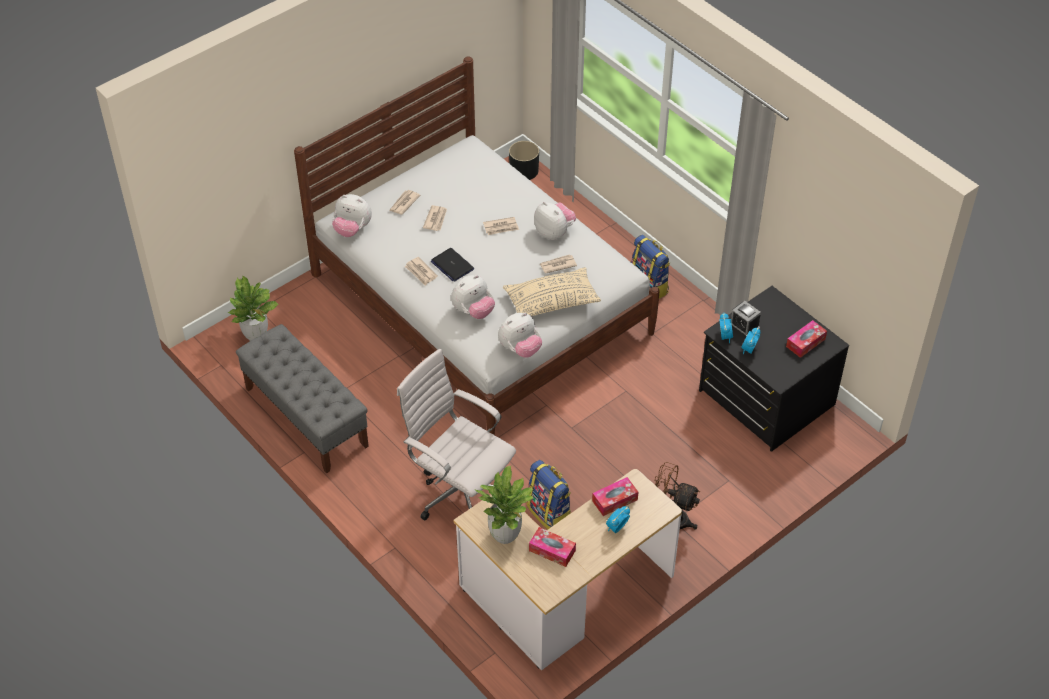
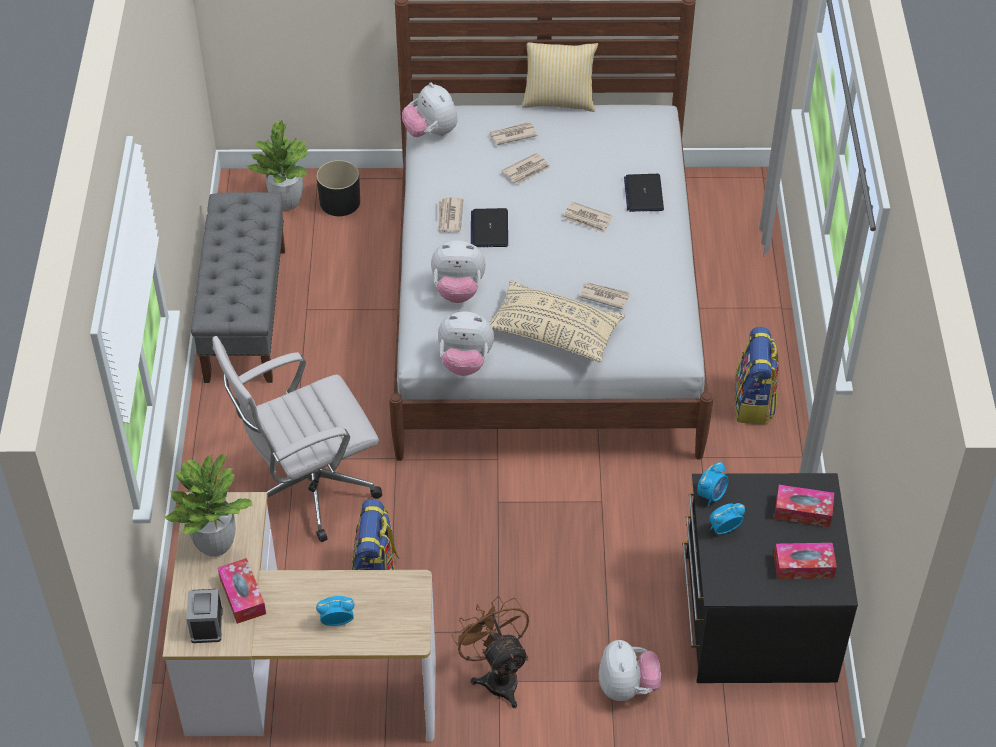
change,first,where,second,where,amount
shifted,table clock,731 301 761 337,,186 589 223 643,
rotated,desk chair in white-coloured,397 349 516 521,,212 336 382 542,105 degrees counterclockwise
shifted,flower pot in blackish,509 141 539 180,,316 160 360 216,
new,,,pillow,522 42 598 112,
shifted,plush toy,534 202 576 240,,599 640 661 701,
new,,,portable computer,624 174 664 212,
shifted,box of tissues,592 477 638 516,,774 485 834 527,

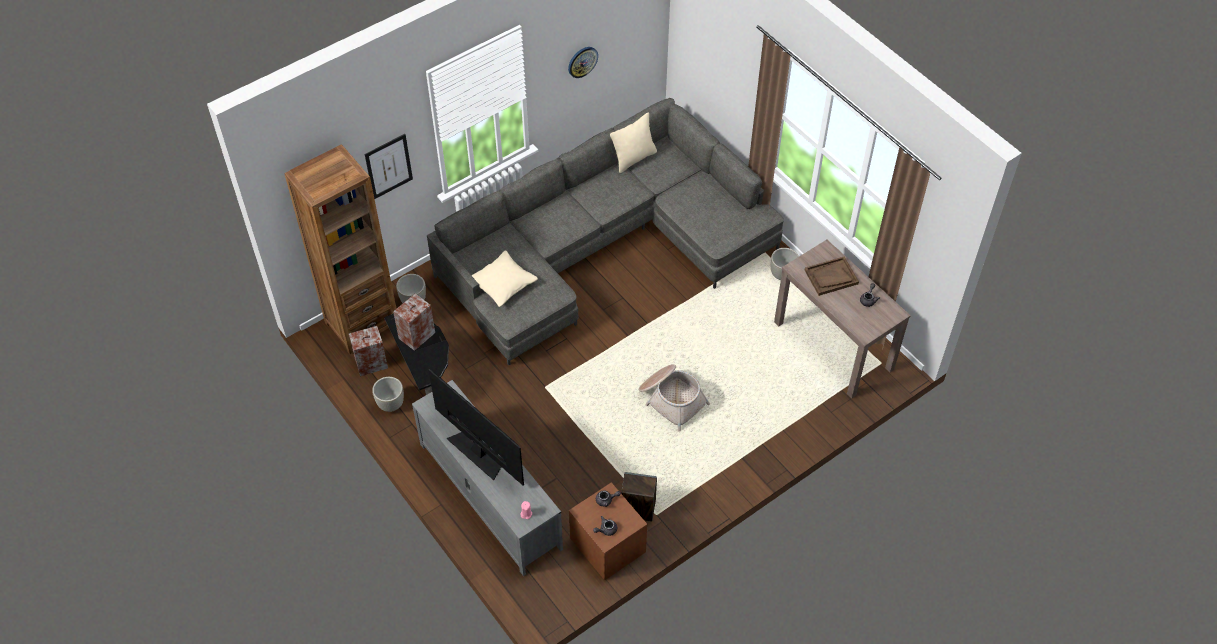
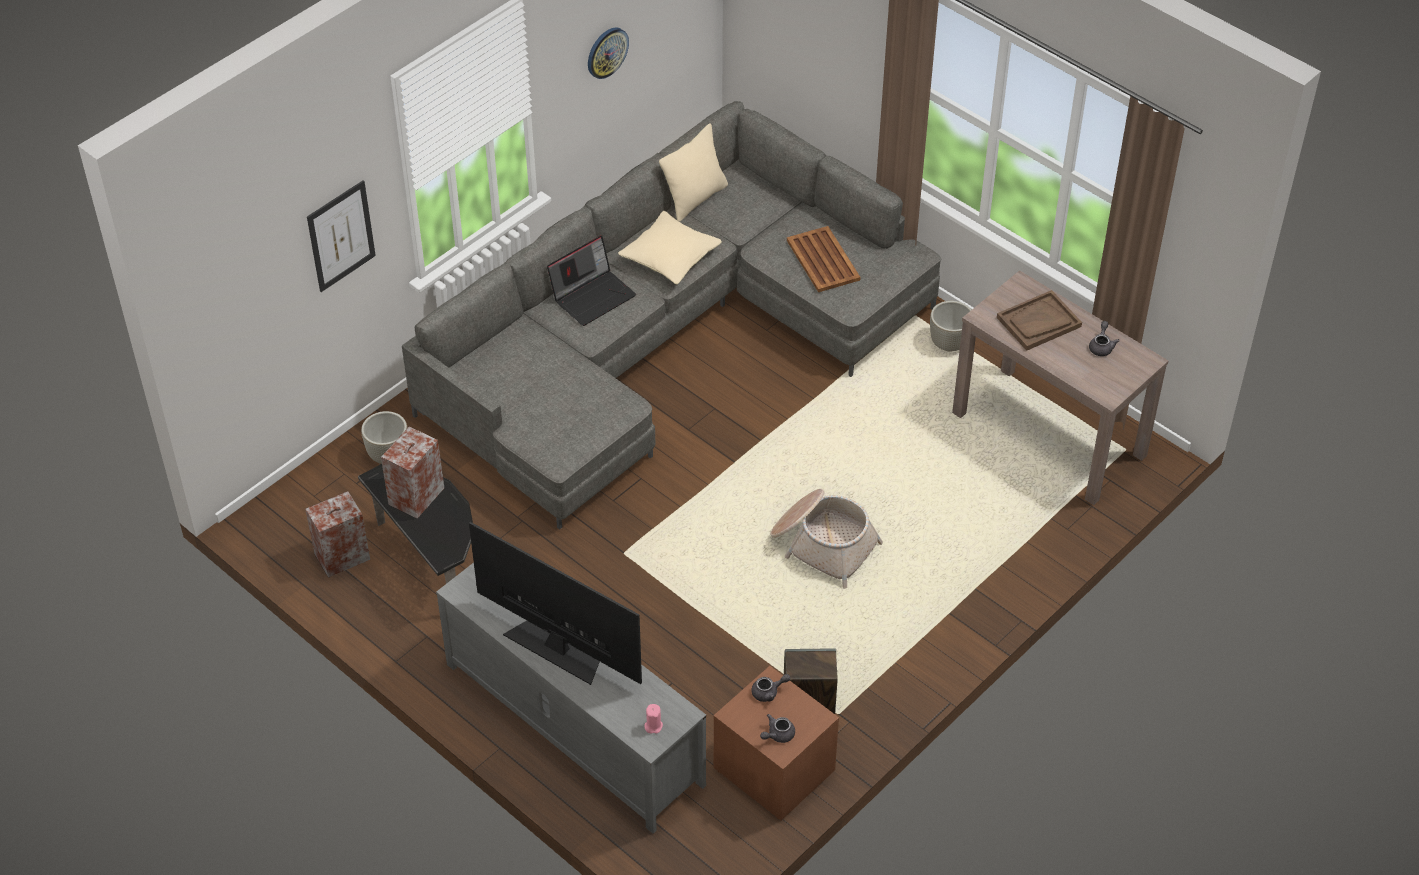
change,first,where,second,where,amount
new,,,portable computer,547 235 636 326,
shifted,pillow in sand-coloured,471 250 538 307,,618 211 722 284,
new,,,carrying tray in brown-coloured,787 226 861 292,
gone,bookcase in brown-coloured,284 144 397 354,,,
gone,flower pot in grey,372 377 404 412,,,

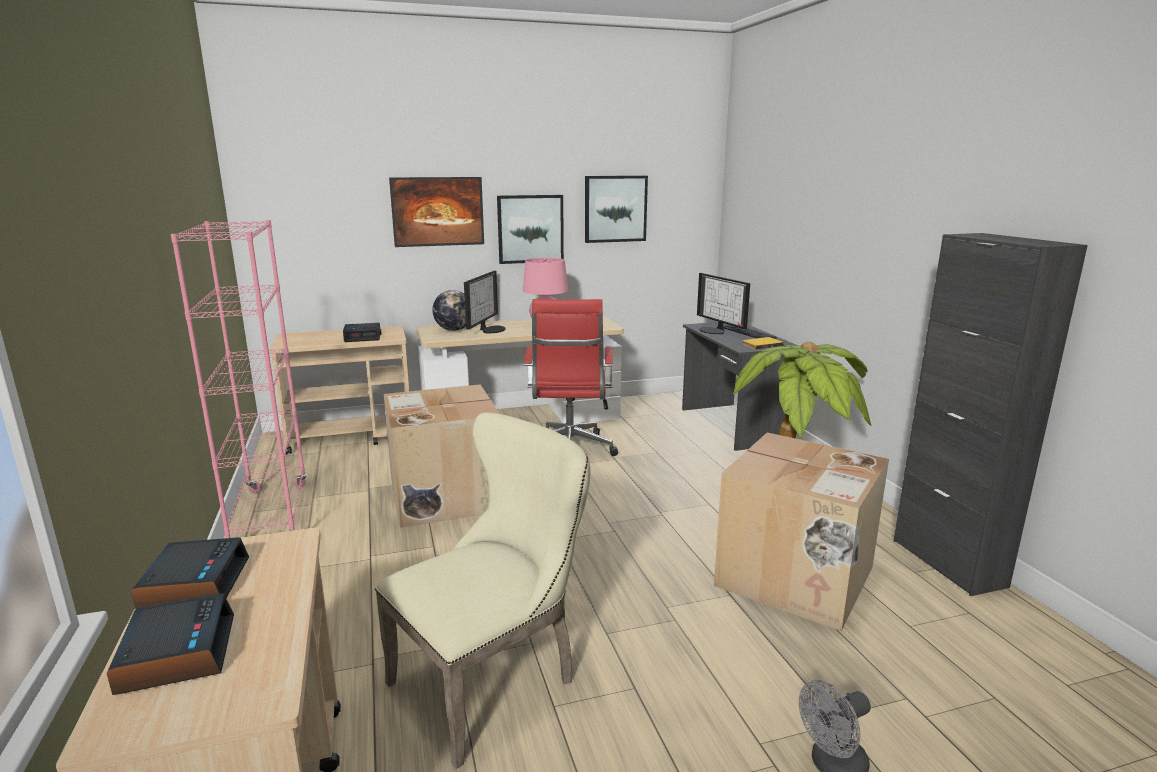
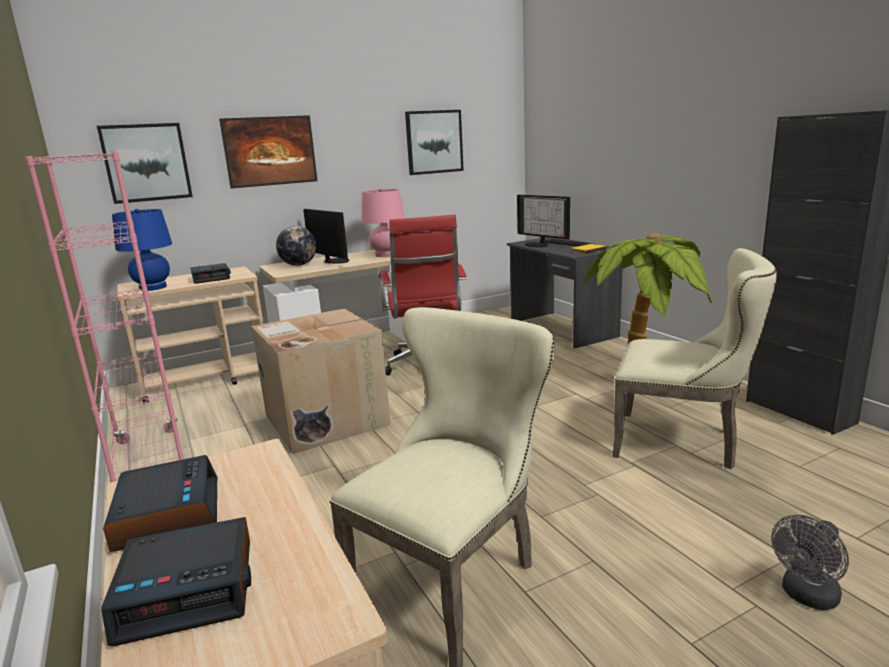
change,first,where,second,where,amount
shifted,wall picture,497 195 564 264,,97 123 193 204,
rotated,table clock,107 593 234 695,,101 517 251 646,105 degrees clockwise
new,,,table lamp in bluish,112 209 172 291,
rotated,monitor,464 271 505 333,,303 209 349 264,45 degrees counterclockwise
swapped,packing box,714 433 889 631,upright chair in sand-coloured,612 248 777 469,

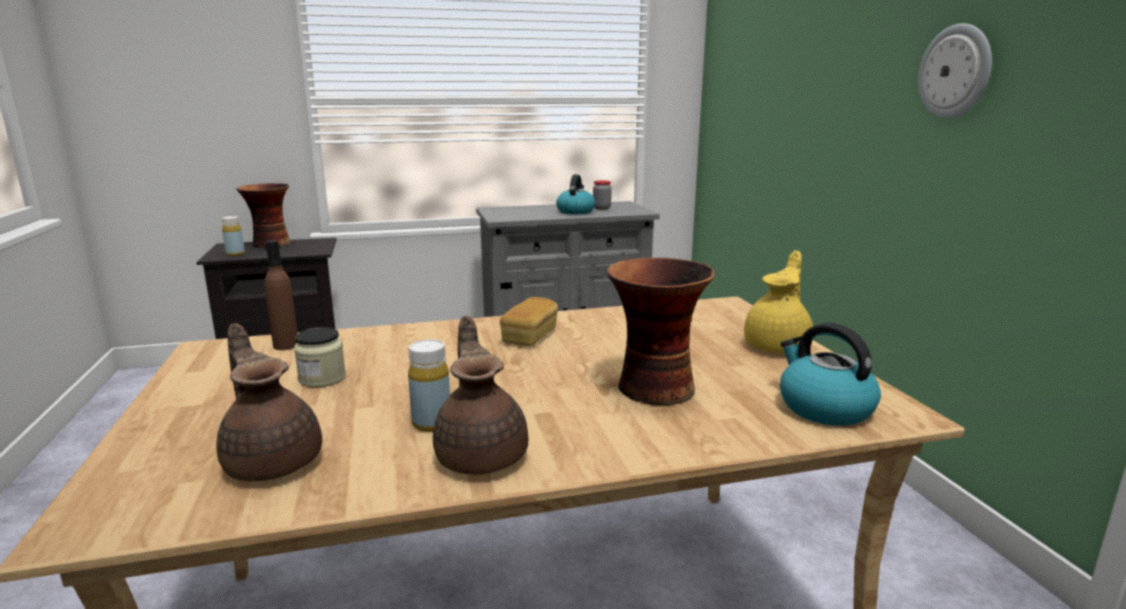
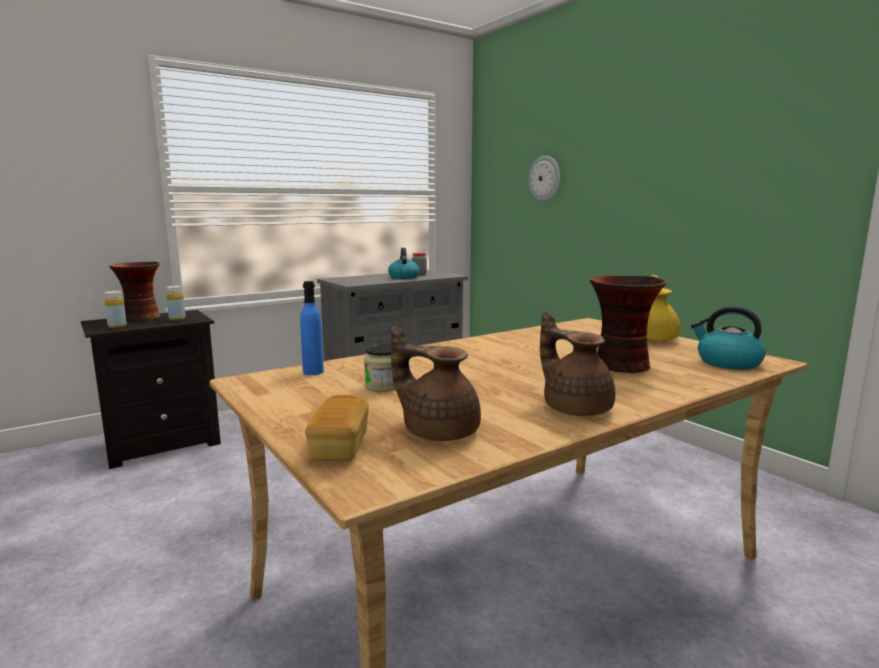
change,first,where,second,where,amount
shifted,drink bottle in yellow,408 339 450 432,,166 286 186 321,
repainted,drink bottle in brown-coloured,265 240 298 350,drink bottle in bluish,300 281 324 375,
shifted,baked bread,500 297 558 346,,305 395 369 461,
shifted,wall clock,918 23 992 119,,528 156 560 201,

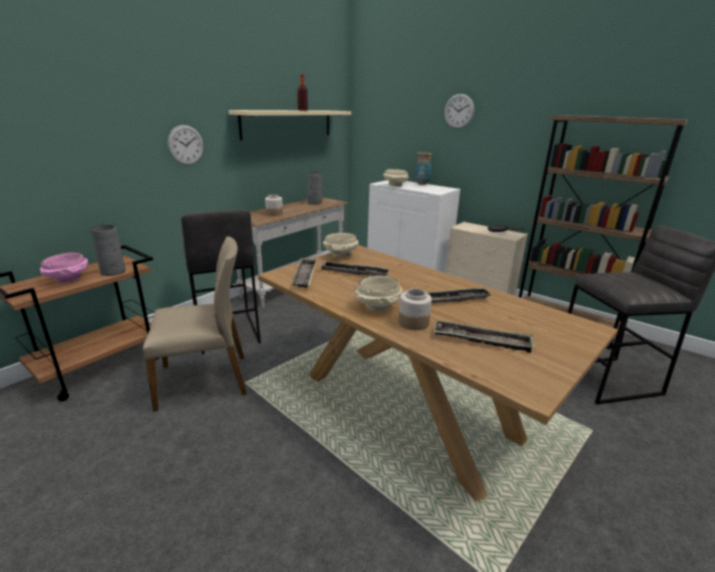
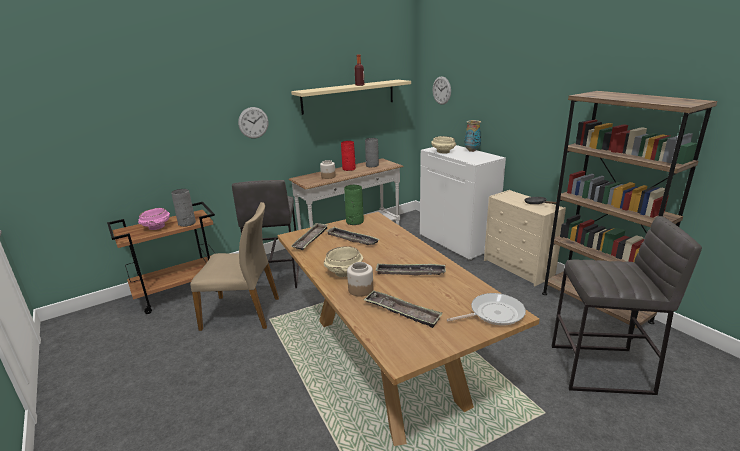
change,first,where,second,where,amount
new,,,vase in red-coloured,341 141 356 171,
swapped,bowl in sand-coloured,323 232 359 258,vase in green-coloured,344 185 364 225,
shifted,wall clock,444 94 475 129,,433 76 451 105,
new,,,skillet,447 293 526 326,

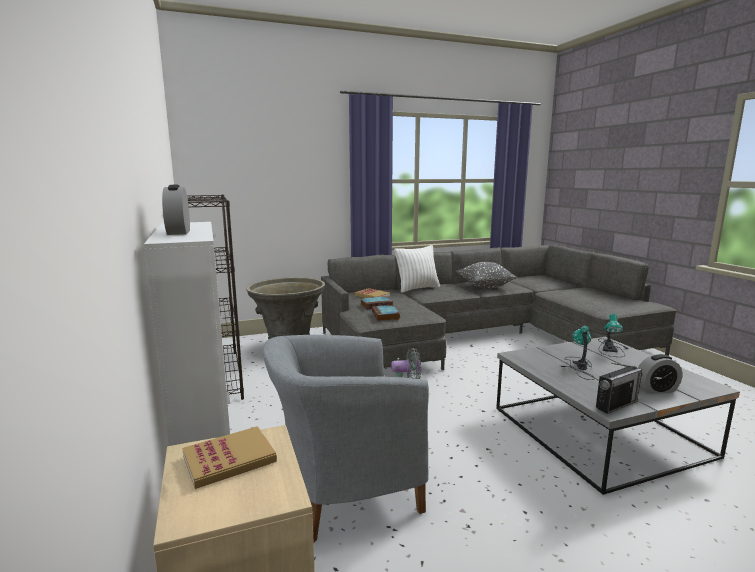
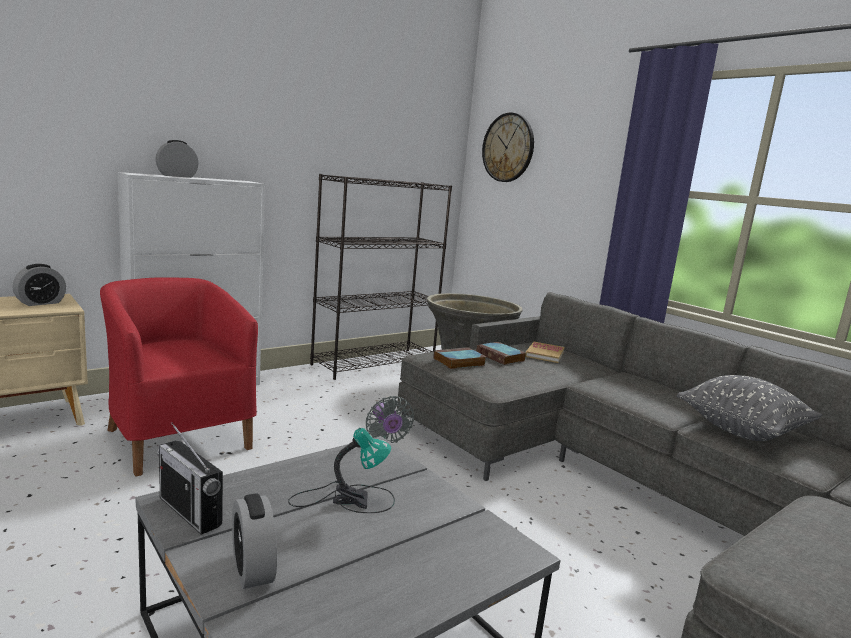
change,first,where,second,where,amount
swapped,bound book,182 426 277 489,table clock,12 264 66 306,
repainted,lounge chair in grey,263 335 429 542,lounge chair in red-coloured,100 277 258 477,
new,,,wall clock,482 112 534 182,
gone,pillow in white-coloured,394 245 440 293,,,
gone,table lamp,598 313 628 357,,,

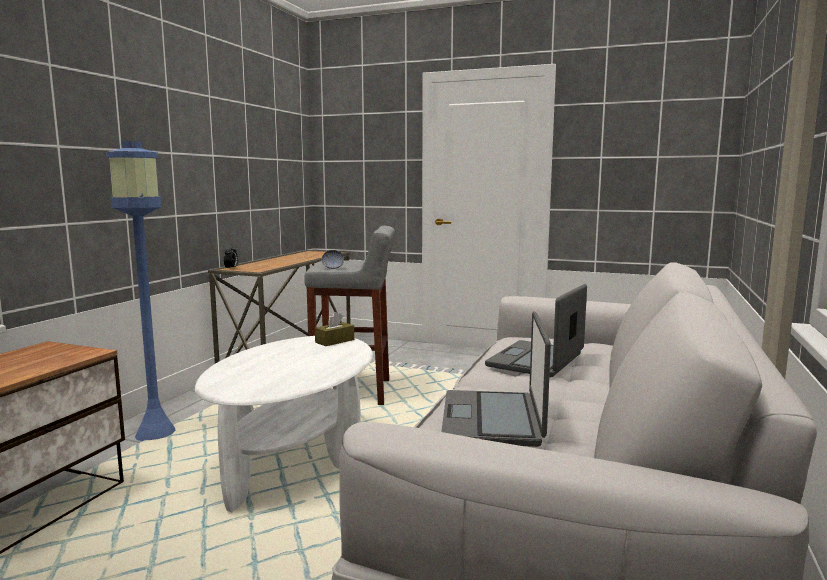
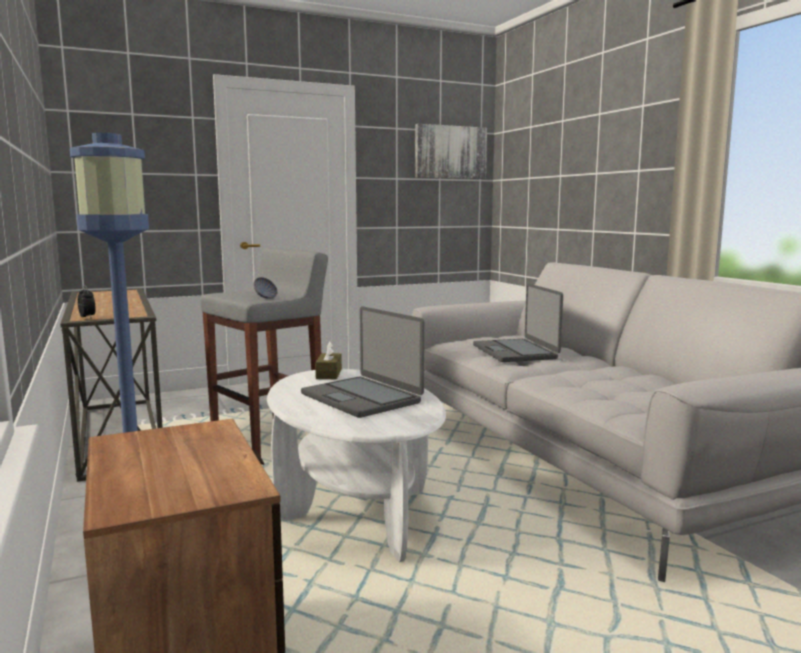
change,first,where,second,where,amount
shifted,portable computer,441 311 551 447,,301 306 424 418,
new,,,wall picture,415 124 487 179,

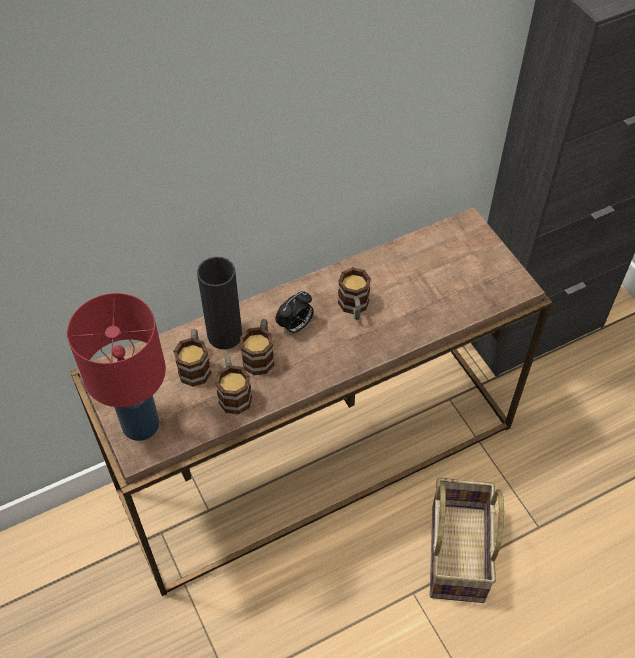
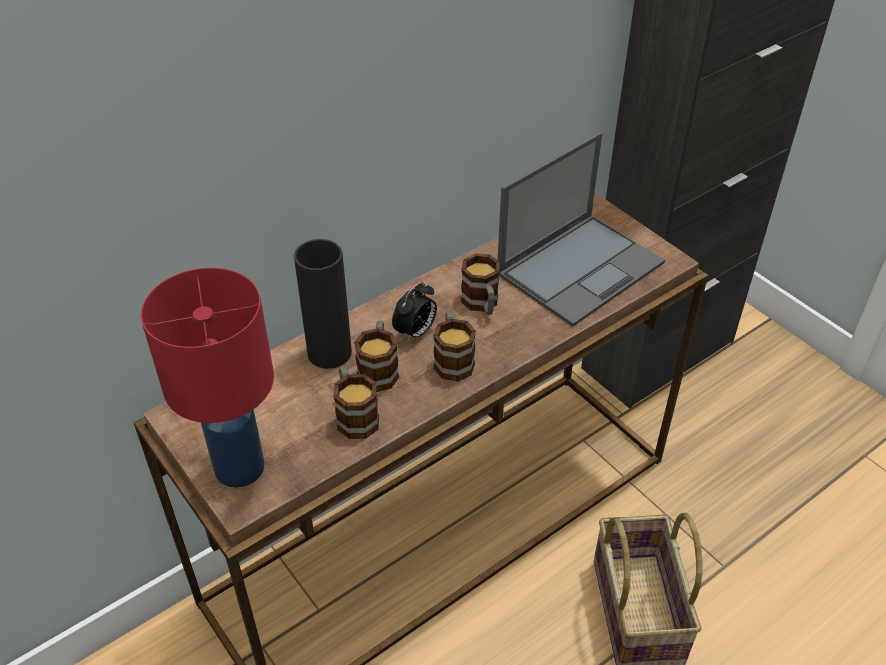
change,first,where,second,where,amount
shifted,coffee mug,173 329 211 387,,433 311 476 382,
new,,,portable computer,498 132 665 327,

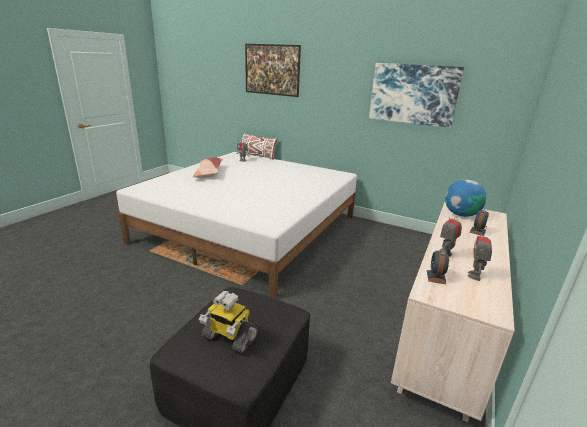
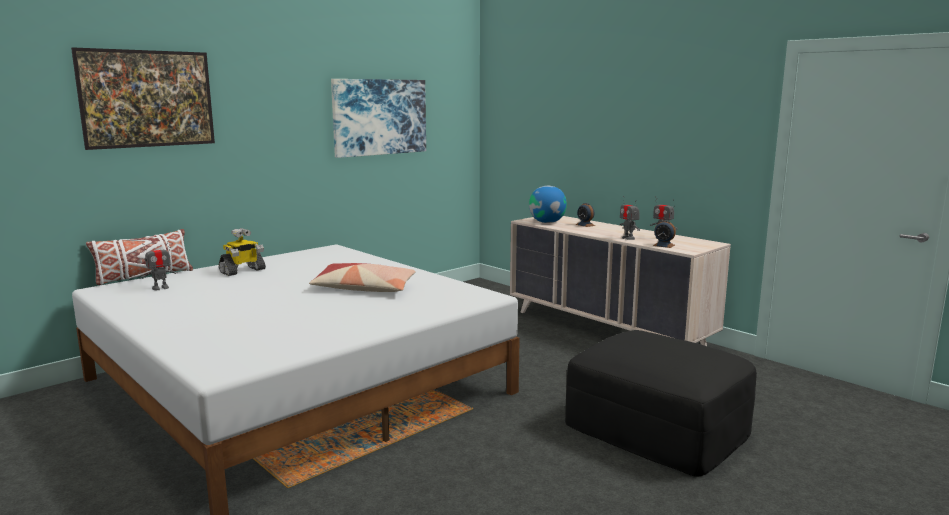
change,first,where,second,where,amount
shifted,robot figure,199 291 258 353,,218 228 266 276,
shifted,pillow,193 158 223 178,,309 263 415 292,

